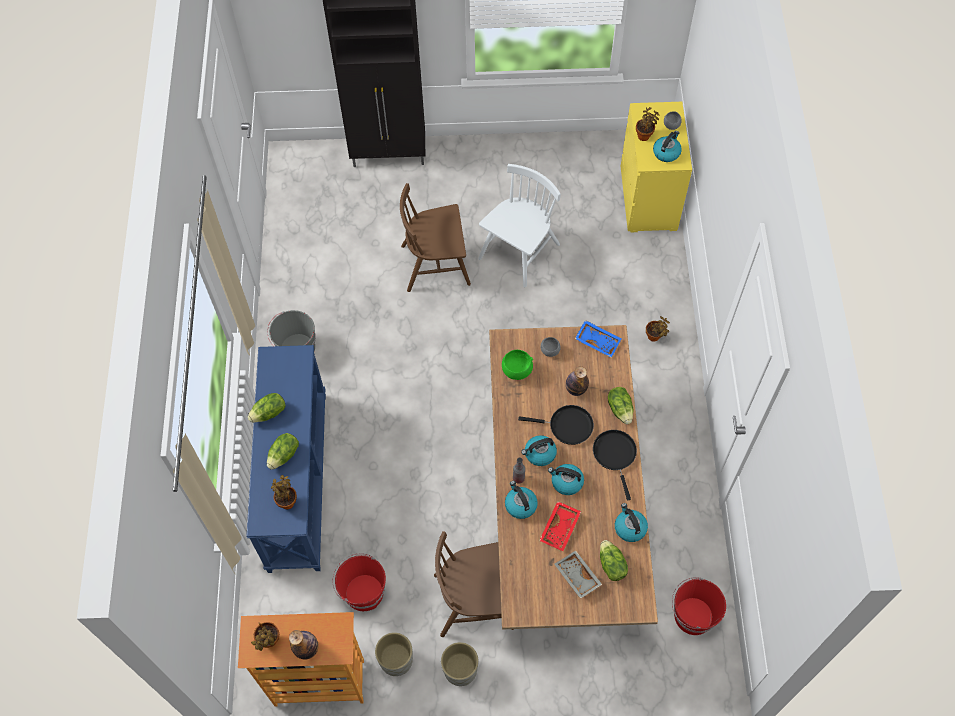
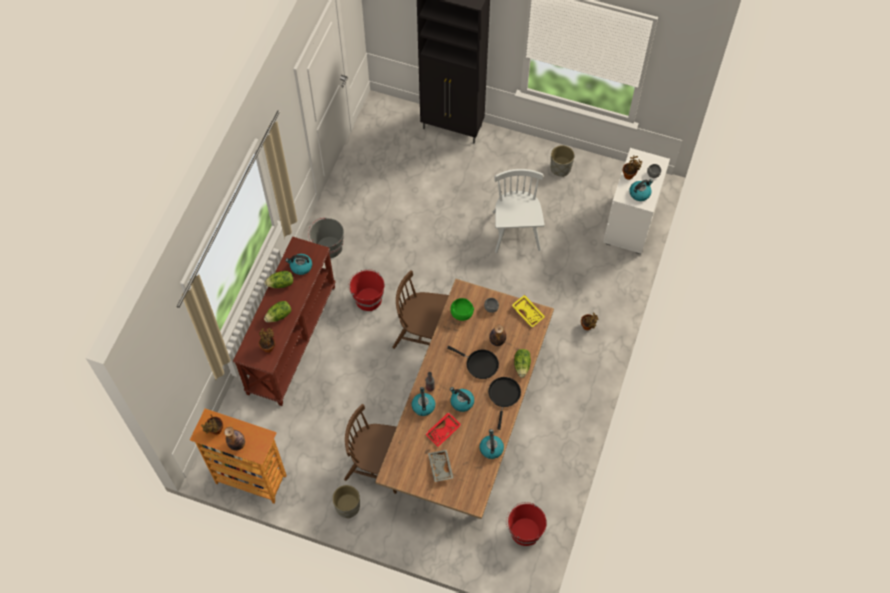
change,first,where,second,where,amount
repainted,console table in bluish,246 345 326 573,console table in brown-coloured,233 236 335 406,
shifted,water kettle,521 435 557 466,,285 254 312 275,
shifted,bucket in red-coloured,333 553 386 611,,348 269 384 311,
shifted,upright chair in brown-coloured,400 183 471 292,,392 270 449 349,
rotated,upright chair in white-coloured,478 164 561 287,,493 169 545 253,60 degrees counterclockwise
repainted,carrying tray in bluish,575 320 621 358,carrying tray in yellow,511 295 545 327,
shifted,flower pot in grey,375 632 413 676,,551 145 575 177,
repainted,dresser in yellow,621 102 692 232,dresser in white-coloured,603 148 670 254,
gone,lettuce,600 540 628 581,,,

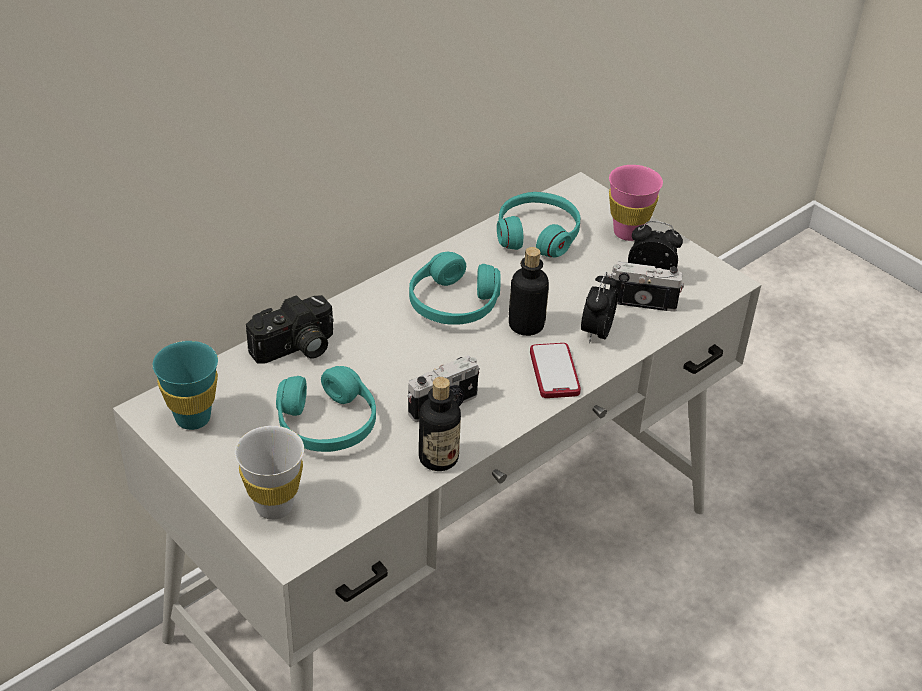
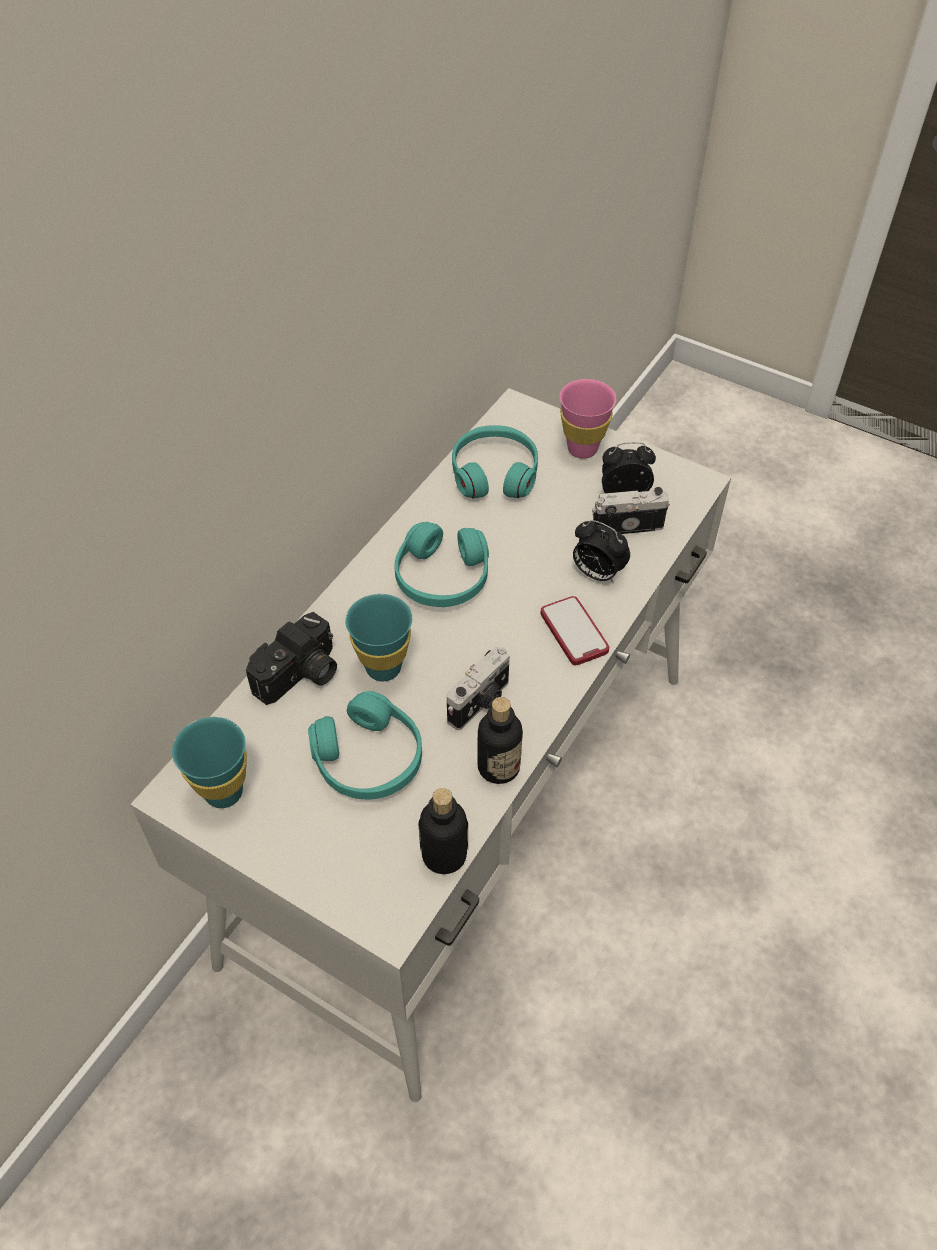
change,first,where,second,where,amount
new,,,cup in blue-green,345 594 412 681,
shifted,drink bottle,509 247 549 336,,418 788 468 874,
rotated,table clock,581 272 619 343,,573 520 630 583,60 degrees counterclockwise
gone,cup in white-coloured,235 426 304 520,,,

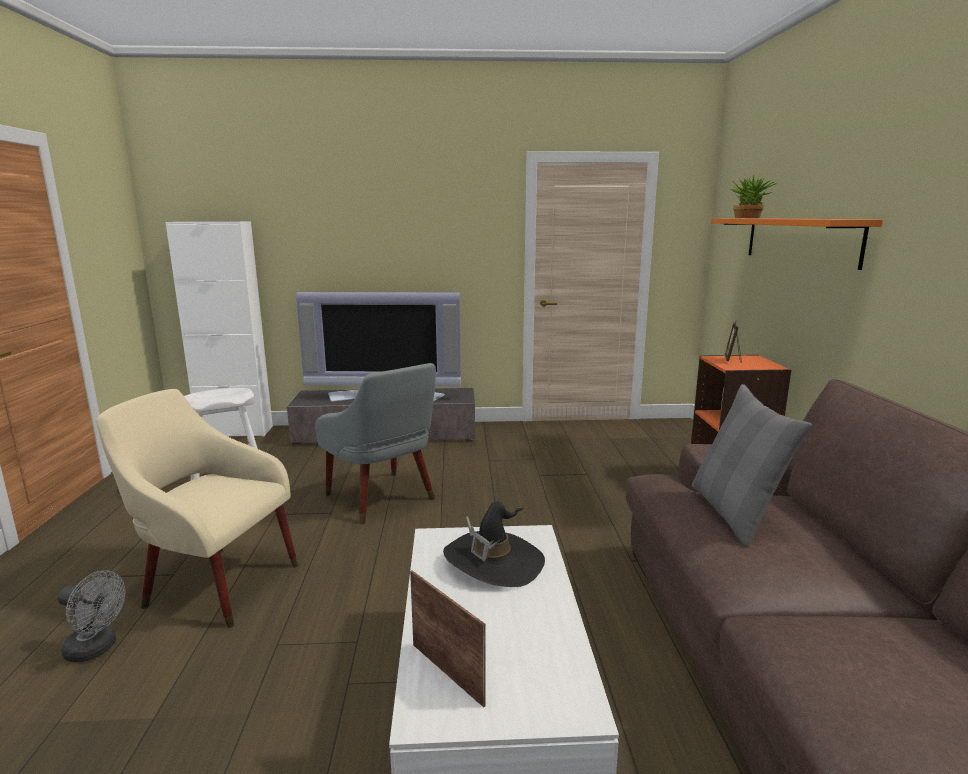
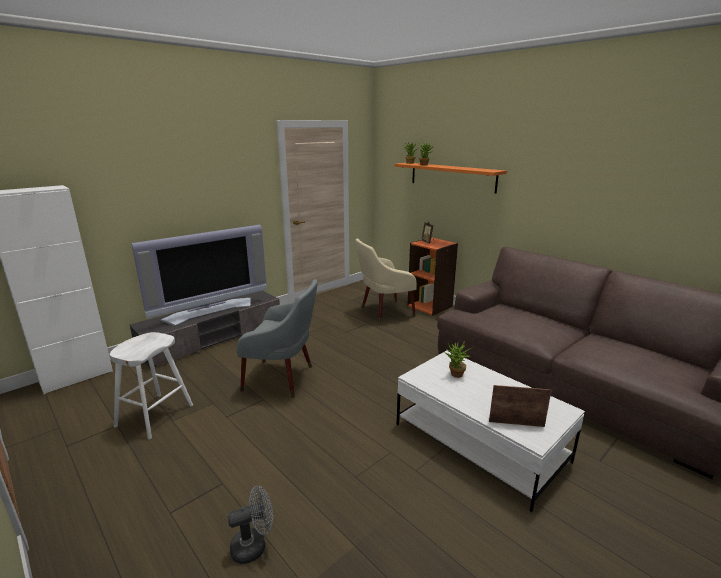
change,first,where,second,where,amount
shifted,lounge chair in sand-coloured,96 389 298 628,,355 239 417 324,
swapped,wearable hat in blackish,443 501 545 587,plant in a pot,445 341 471 378,
gone,pillow in grey,692 384 812 547,,,

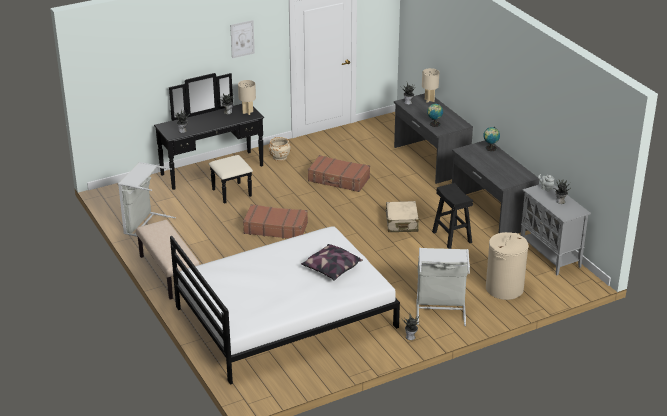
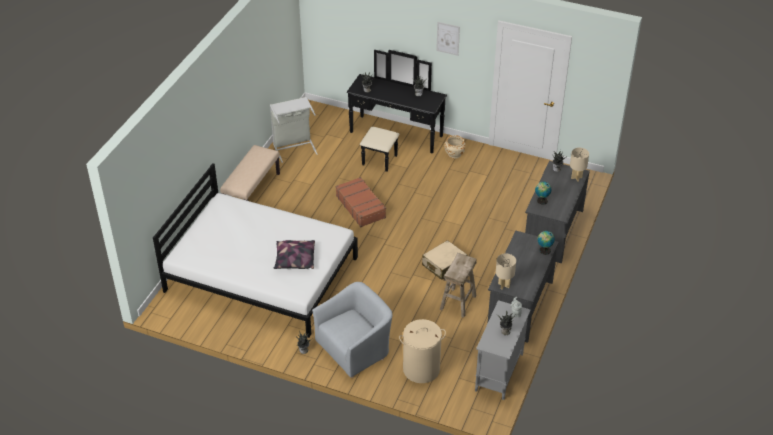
change,first,where,second,where,amount
swapped,laundry basket in grey,416 248 470 326,lounge chair in grey,312 282 393 378,
repainted,stool seat in blackish,432 183 473 249,stool seat in sand-coloured,440 253 477 318,
shifted,table lamp in sand-coloured,238 80 256 115,,496 253 516 289,
gone,travel case in brown-coloured,308 155 370 192,,,

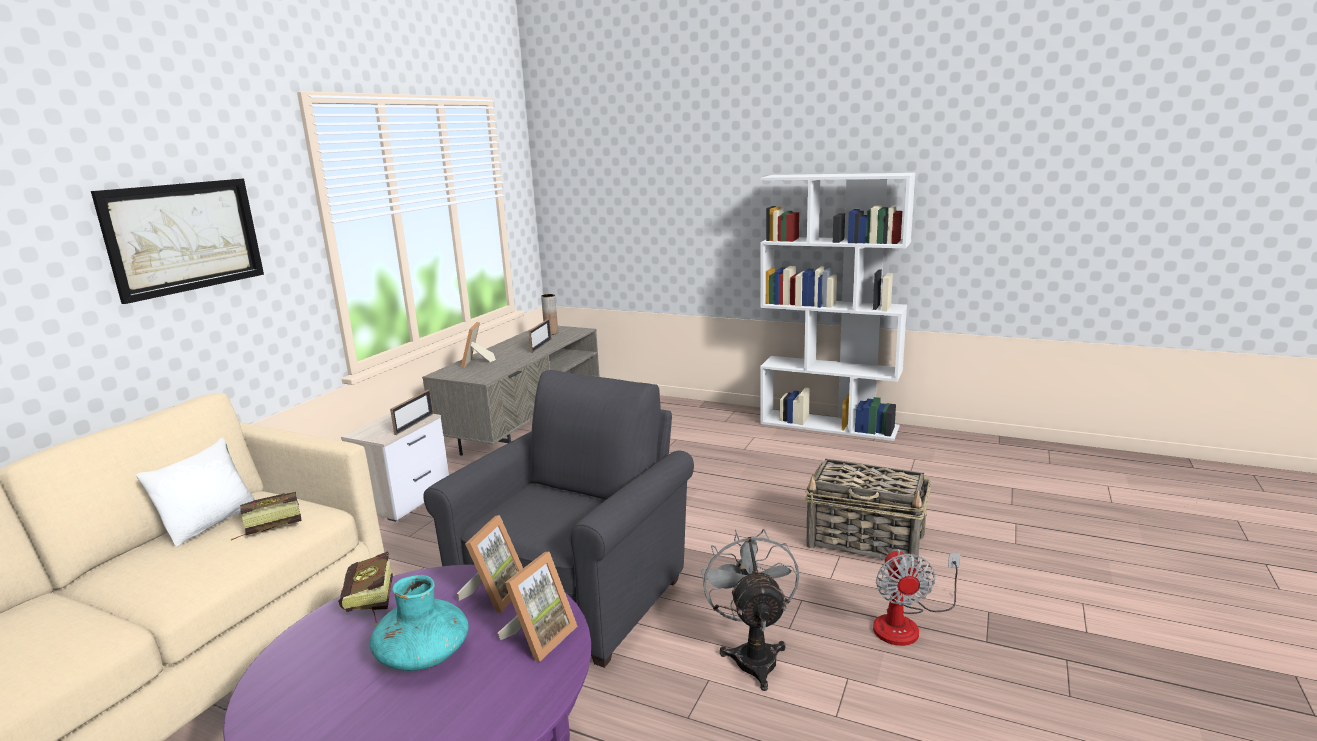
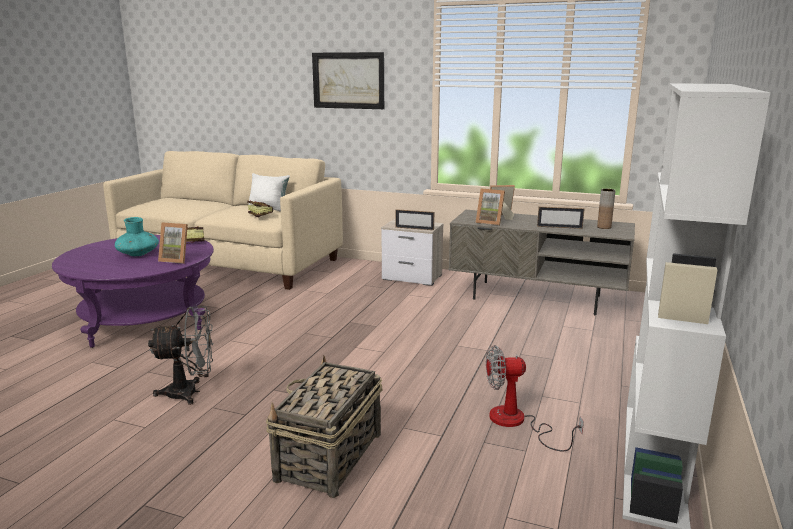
change,first,where,second,where,amount
shifted,picture frame,497 552 577 662,,475 188 505 226,
shifted,electric fan,873 549 960 646,,486 345 584 451,
gone,lounge chair in grey,423 370 694 668,,,

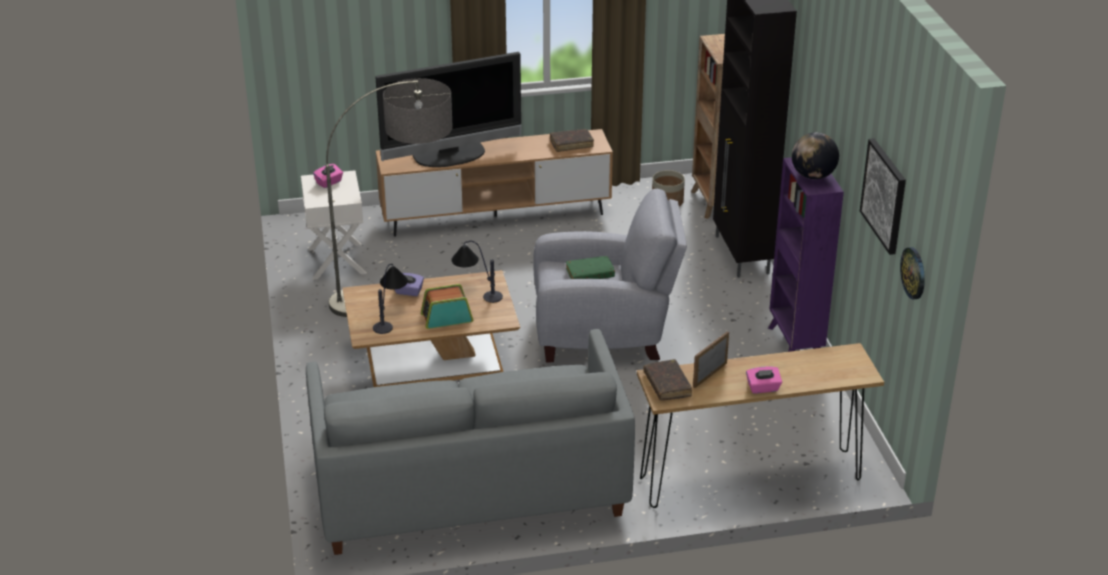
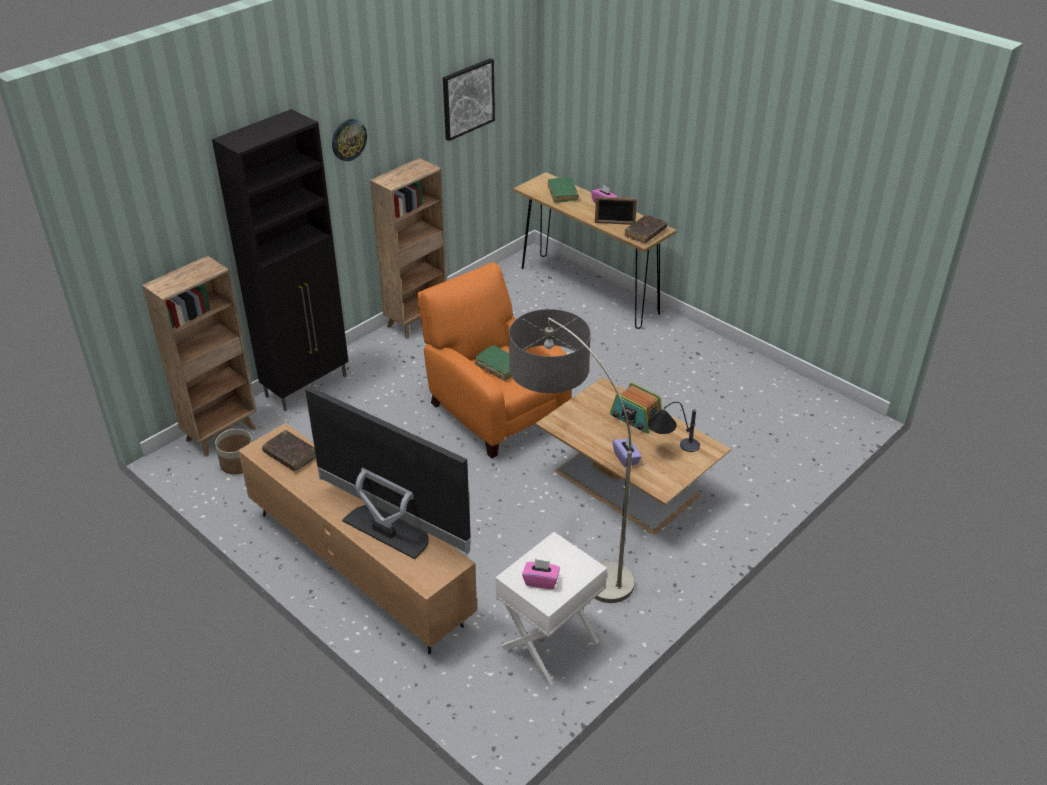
change,first,where,second,where,amount
shifted,wall clock,900 247 925 300,,332 119 367 161,
repainted,bookcase in purple-coloured,768 157 844 352,bookcase in brown-coloured,370 158 447 339,
repainted,lounge chair in grey,533 189 687 362,lounge chair in orange,417 263 572 459,
new,,,bound book in green-coloured,548 177 579 203,
gone,couch in grey,306 329 635 555,,,
gone,table lamp,451 241 503 303,,,
gone,globe,792 132 839 179,,,

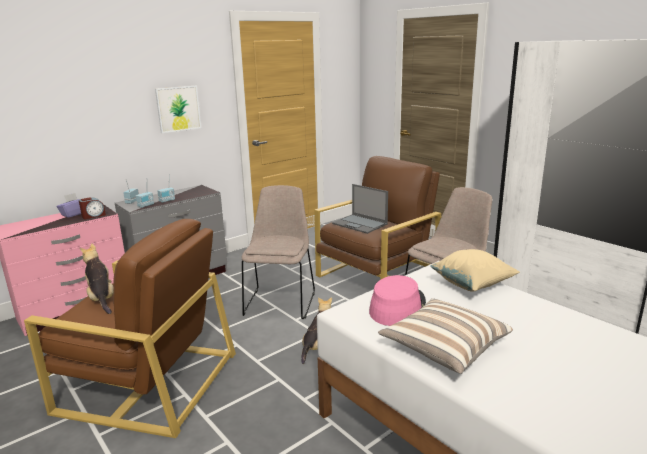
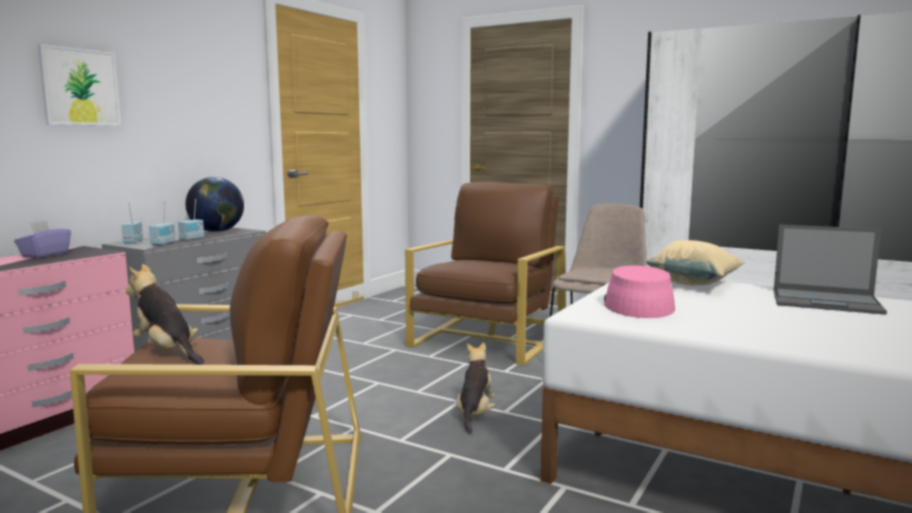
change,first,where,second,where,amount
shifted,wall picture,155 86 201 133,,38 44 121 126,
new,,,globe,185 177 244 232,
shifted,portable computer,332 184 388 234,,774 224 887 315,
gone,table clock,79 197 106 219,,,
gone,upright chair in sand-coloured,241 185 315 319,,,
gone,pillow,378 299 513 374,,,

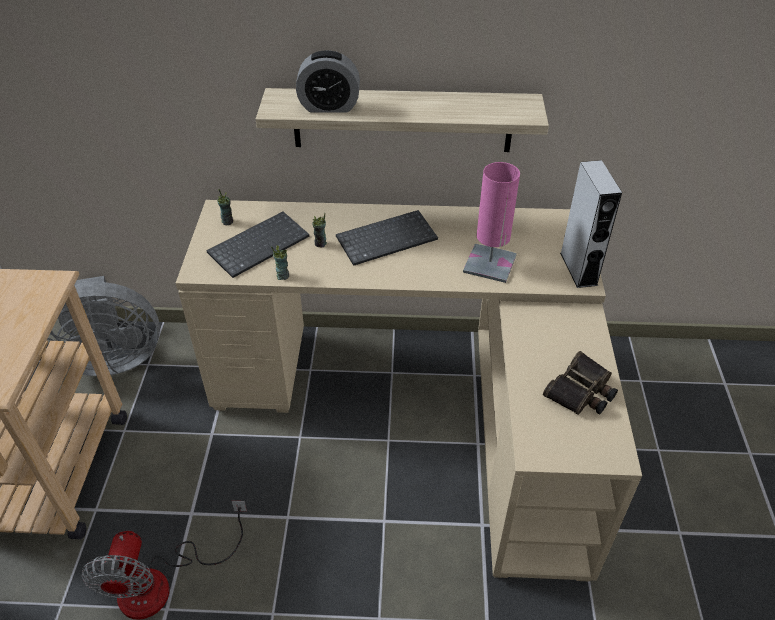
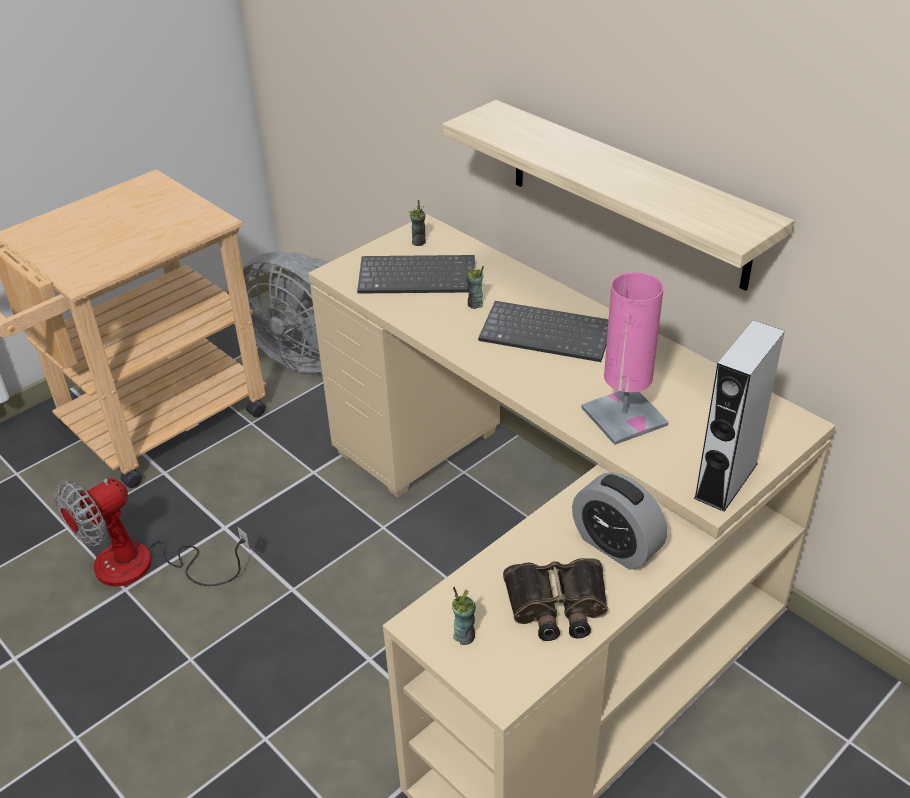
change,first,where,second,where,amount
shifted,cup,271 245 289 280,,452 587 476 645,
shifted,table clock,296 50 360 113,,572 472 667 570,

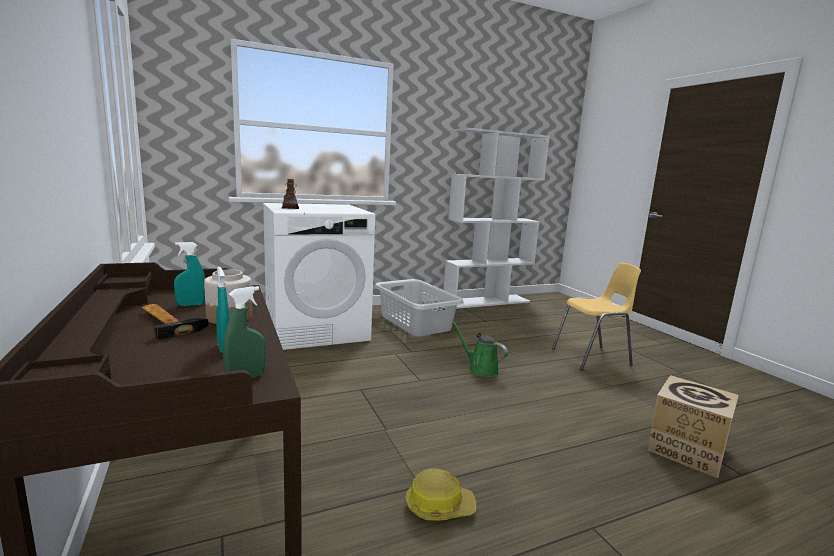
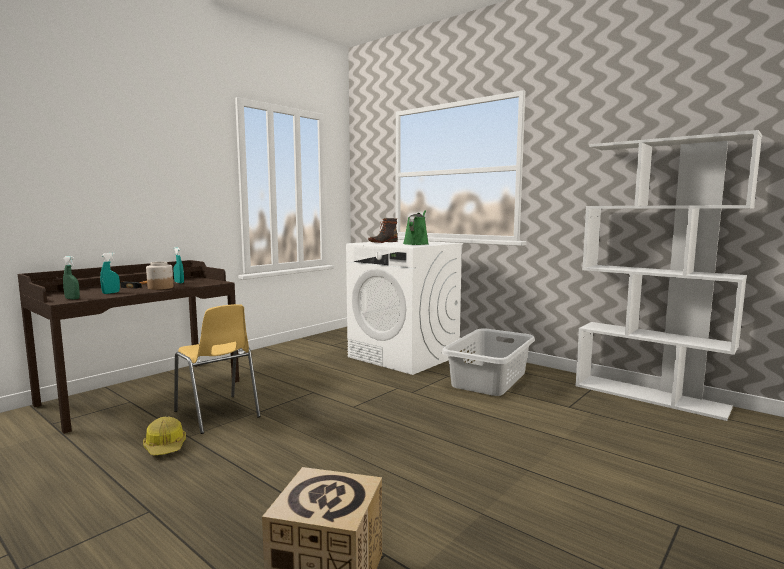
change,first,where,second,where,amount
shifted,upright chair in yellow,552 263 641 370,,174 304 261 434,
shifted,watering can in green-coloured,452 321 508 377,,403 210 429 245,

